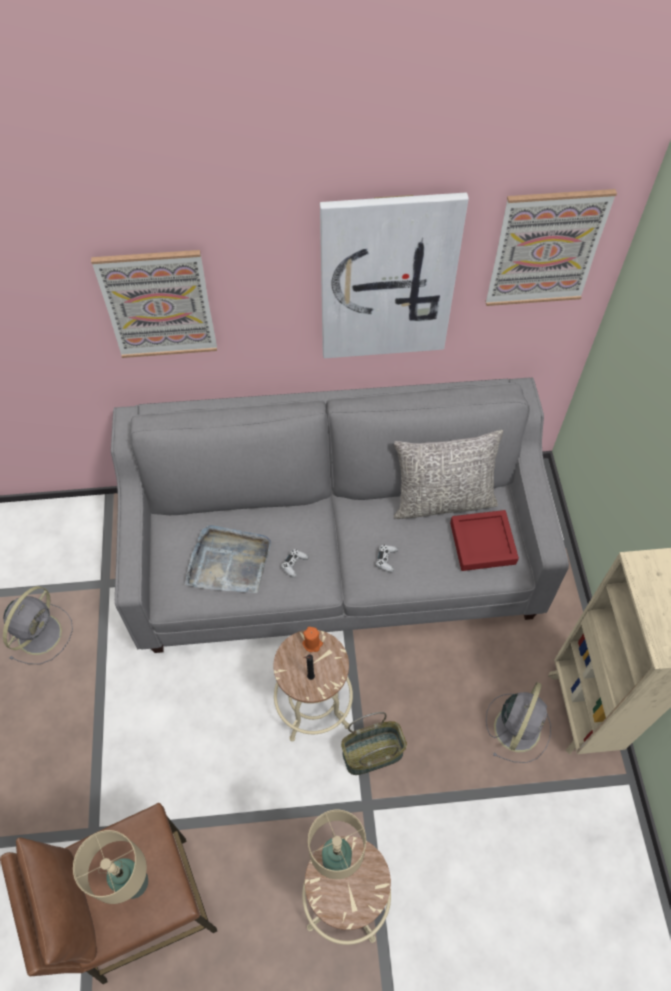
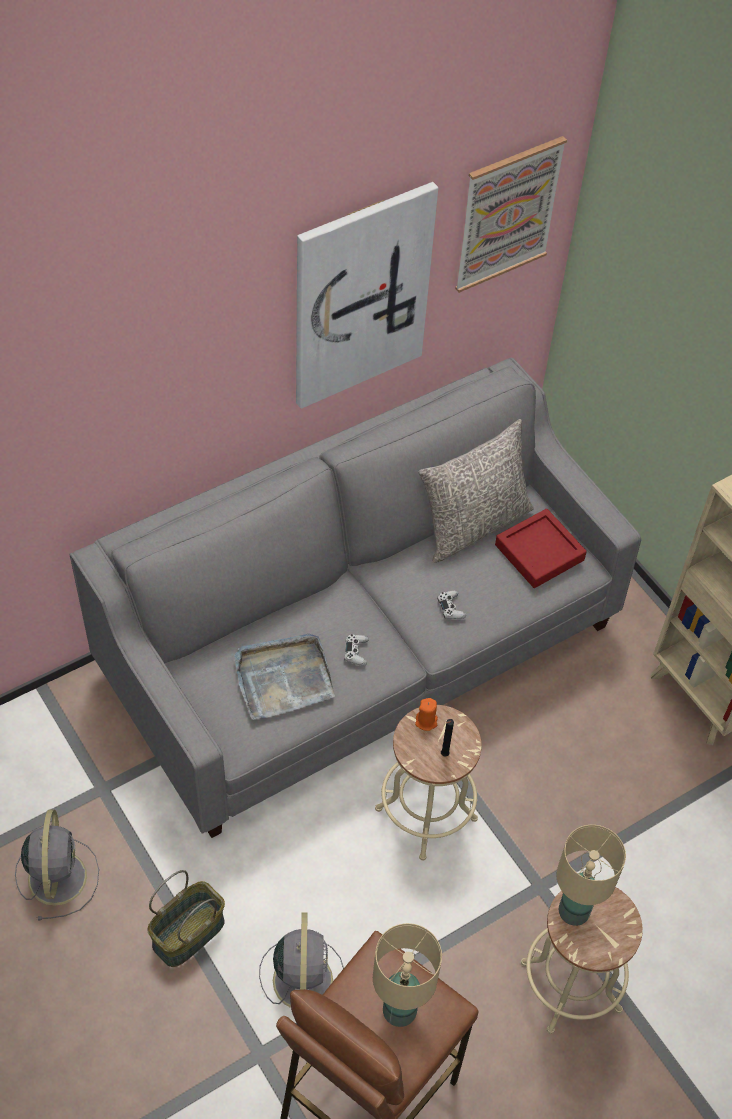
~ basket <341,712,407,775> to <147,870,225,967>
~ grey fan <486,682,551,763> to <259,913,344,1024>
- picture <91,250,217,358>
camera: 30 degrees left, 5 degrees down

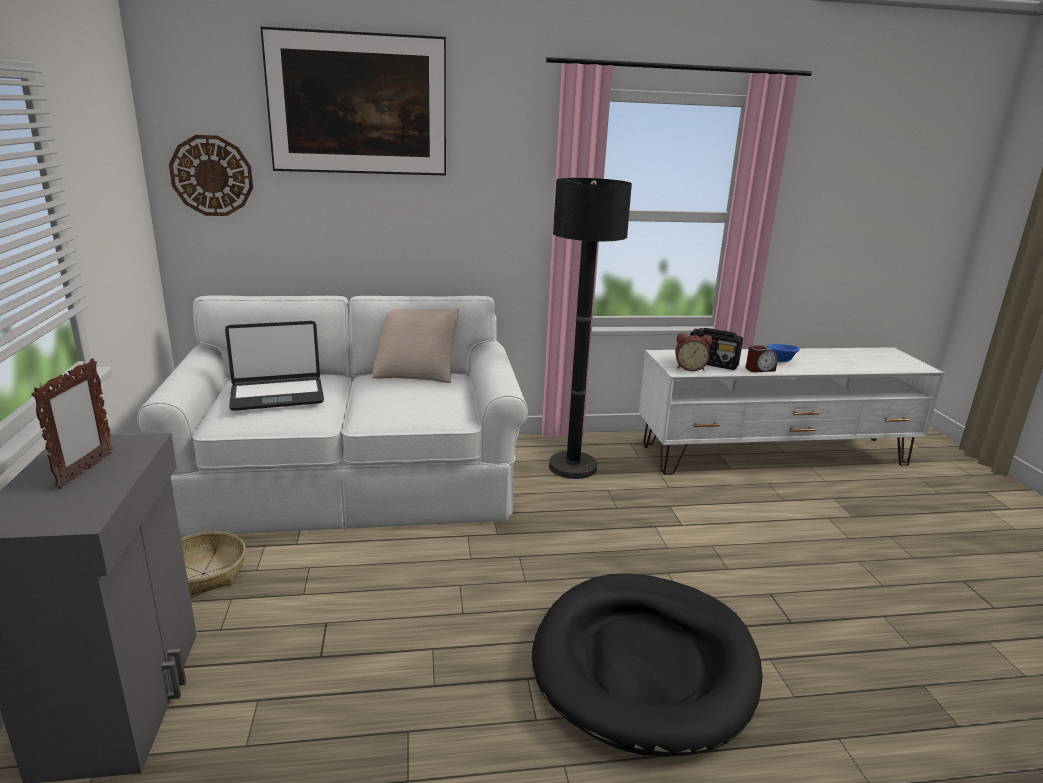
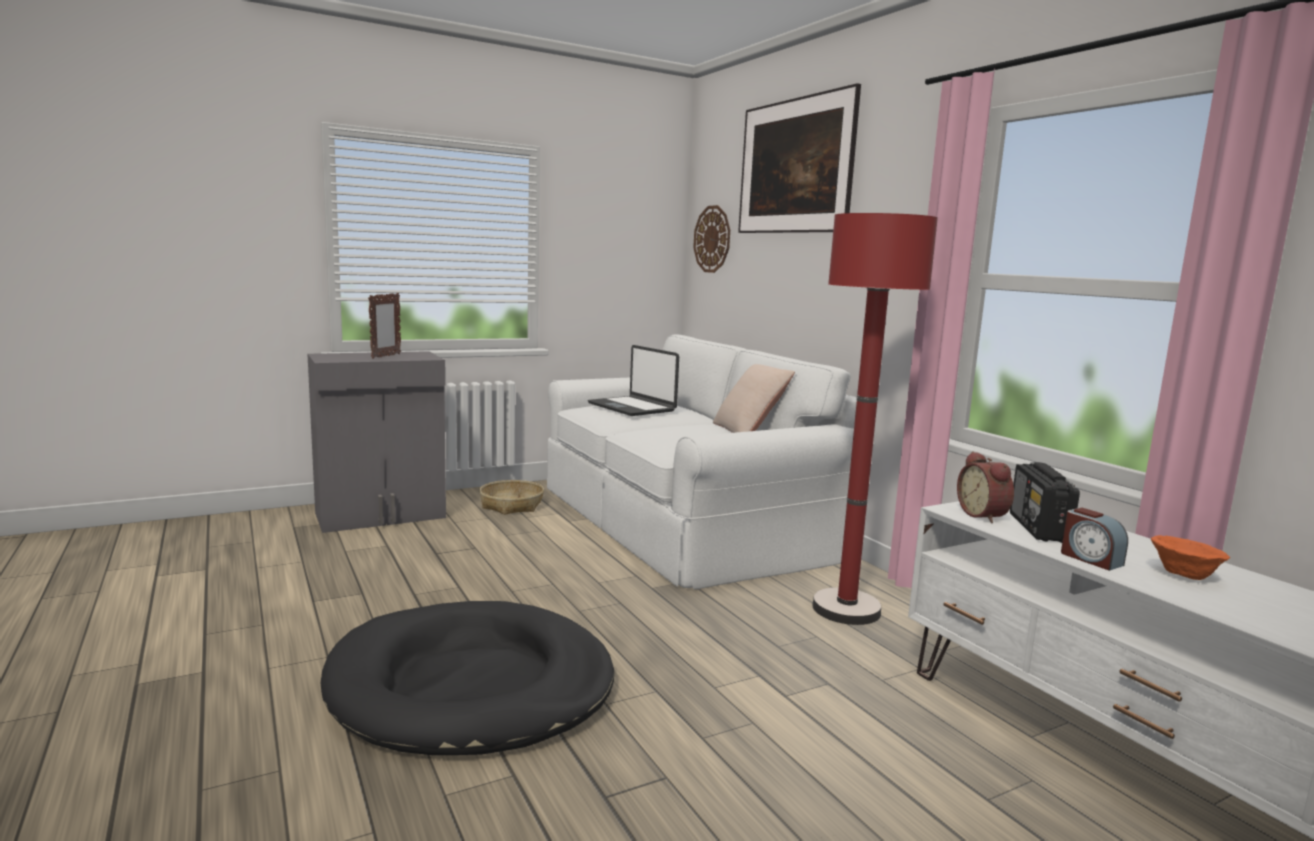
~ picture frame <31,358,113,489> = <368,293,401,359> 60 degrees counterclockwise
~ black floor lamp <549,178,632,479> to red floor lamp <812,213,938,625>
~ blue bowl <766,344,800,362> to orange bowl <1151,535,1230,580>
camera: 70 degrees right, 10 degrees down

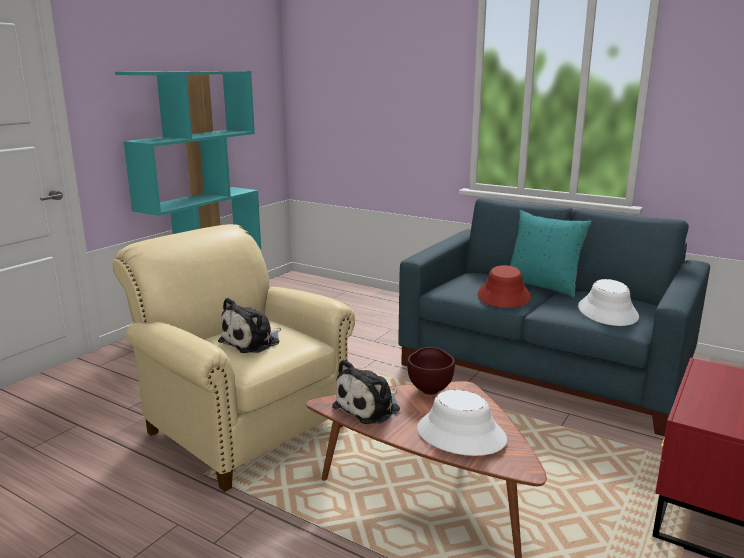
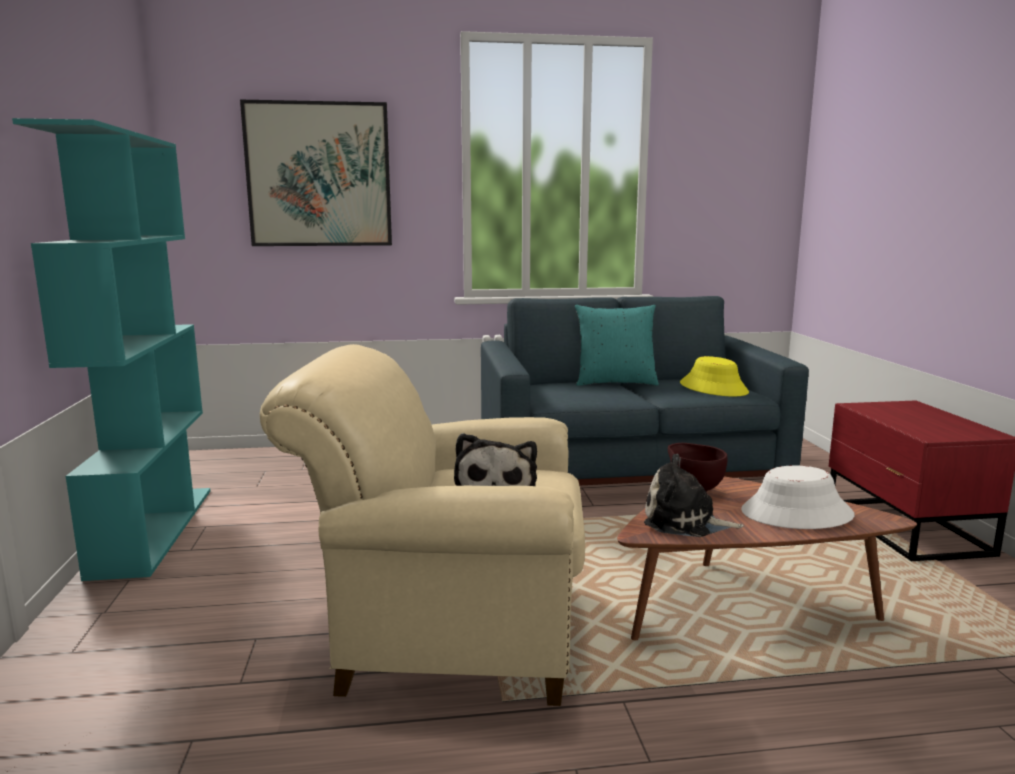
+ picture <240,100,392,246>
~ plush toy <332,359,400,424> = <644,454,744,537> 105 degrees clockwise
~ white hat <578,279,639,326> to yellow hat <680,356,749,396>
- red hat <478,265,531,308>
camera: 40 degrees left, 5 degrees down

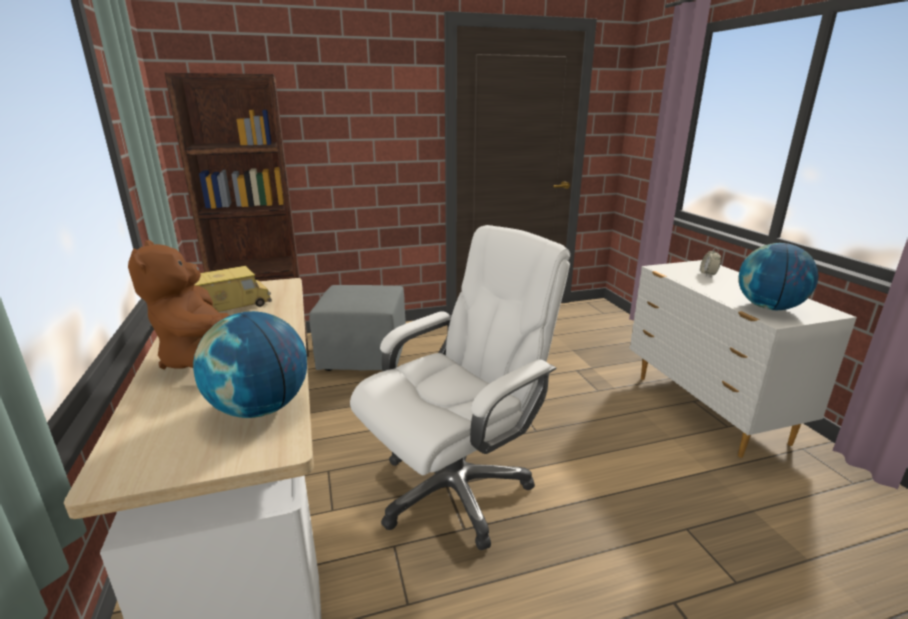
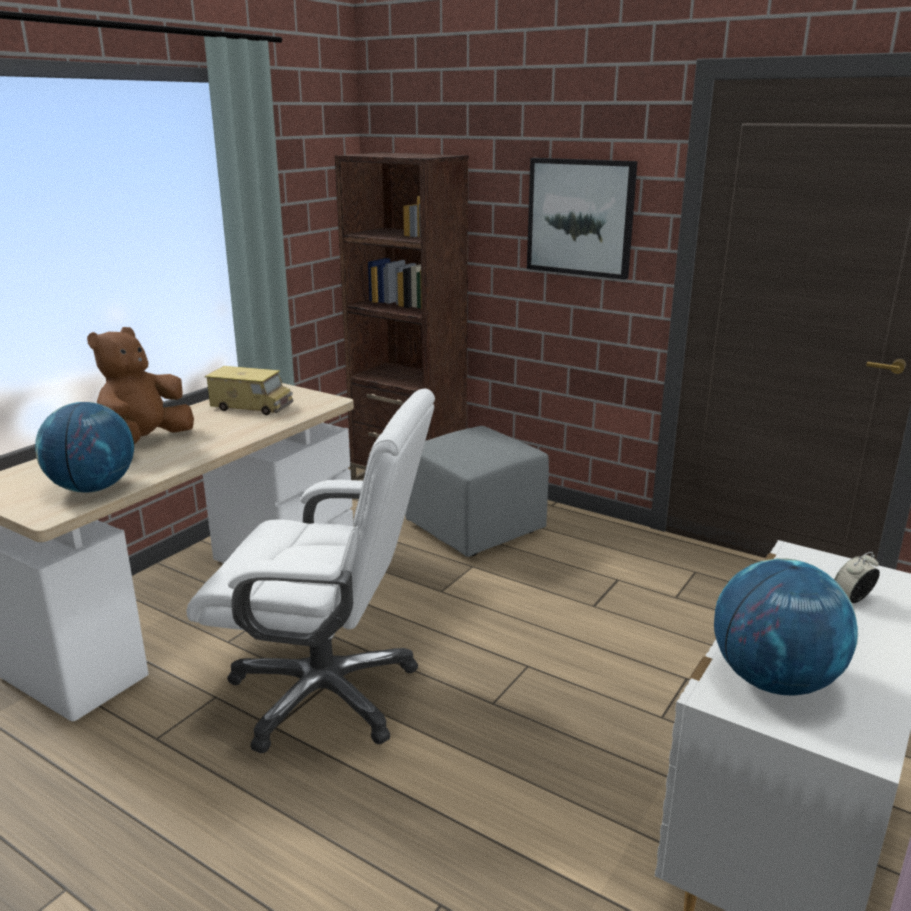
+ picture <527,158,637,280>
camera: 50 degrees right, 0 degrees up

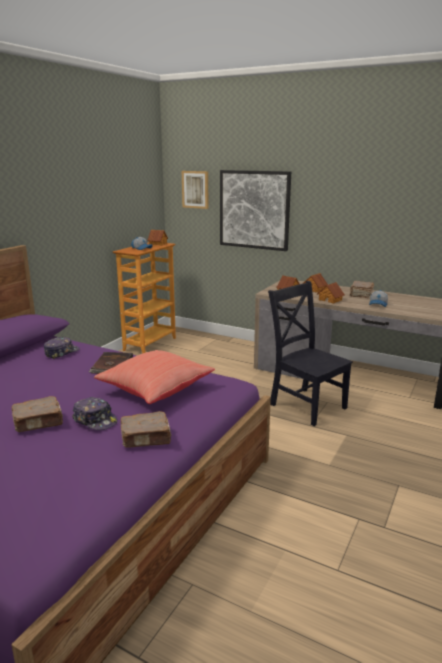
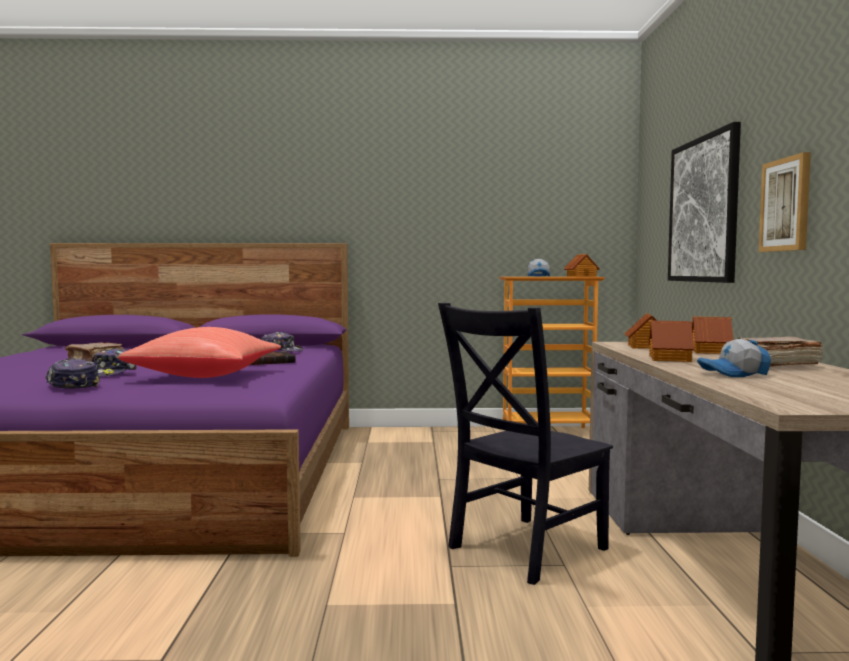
~ brown book <121,411,171,448> to cap <45,358,100,389>
~ black chair <268,281,353,426> = <438,303,613,585> 150 degrees counterclockwise
~ picture <182,171,209,209> to <759,152,811,252>
camera: 60 degrees right, 15 degrees down

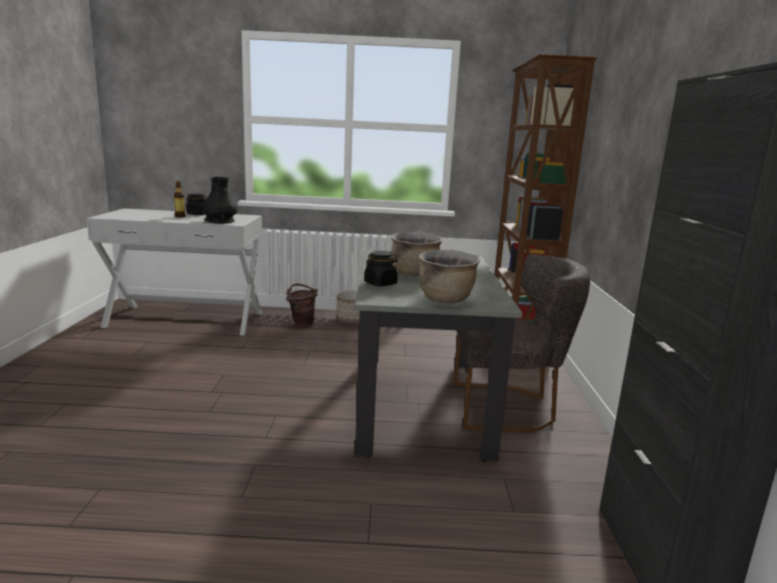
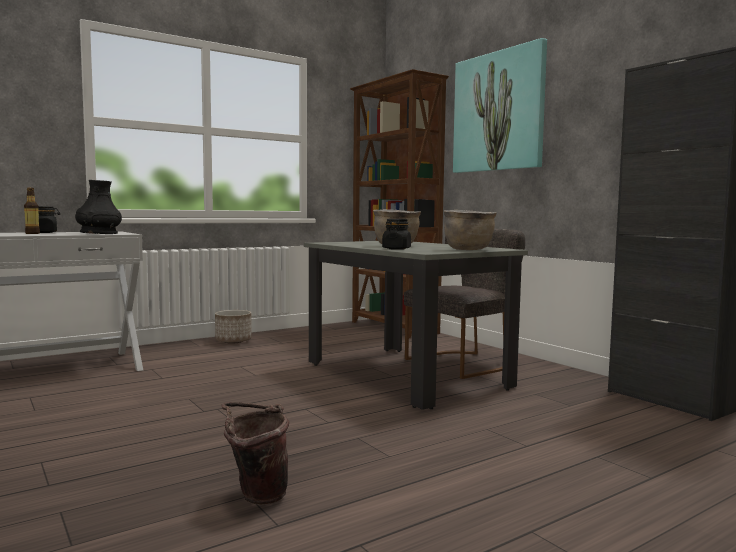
~ brown bucket <286,284,318,328> to <221,402,289,505>
+ picture <453,38,547,173>
camera: 35 degrees left, 10 degrees down

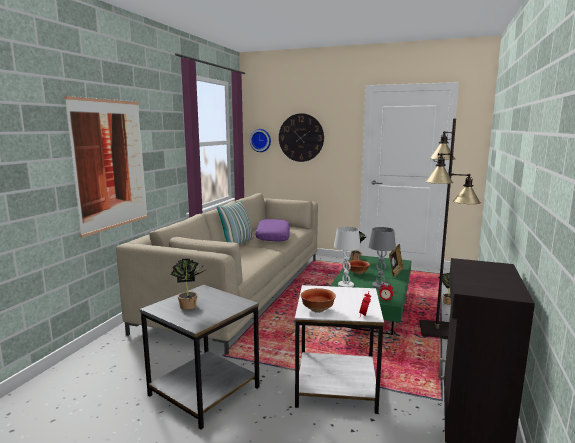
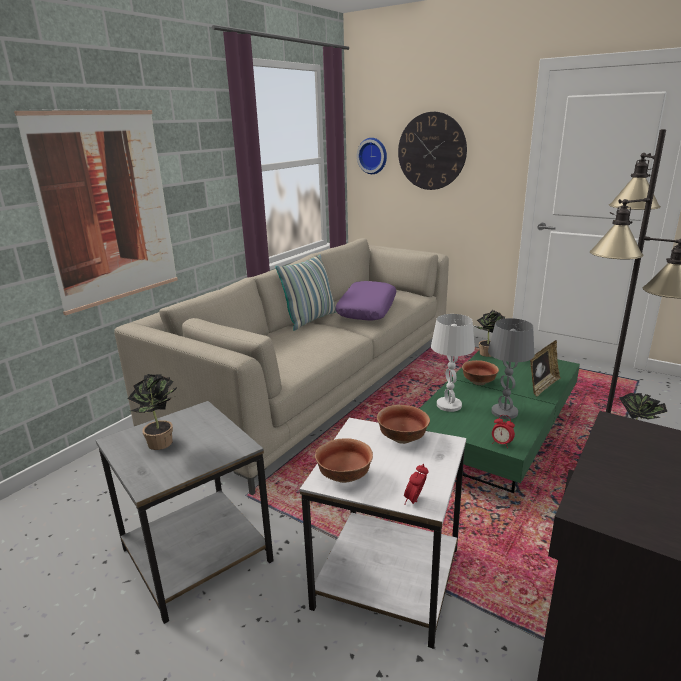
+ bowl <377,405,430,444>
camera: 15 degrees right, 10 degrees up

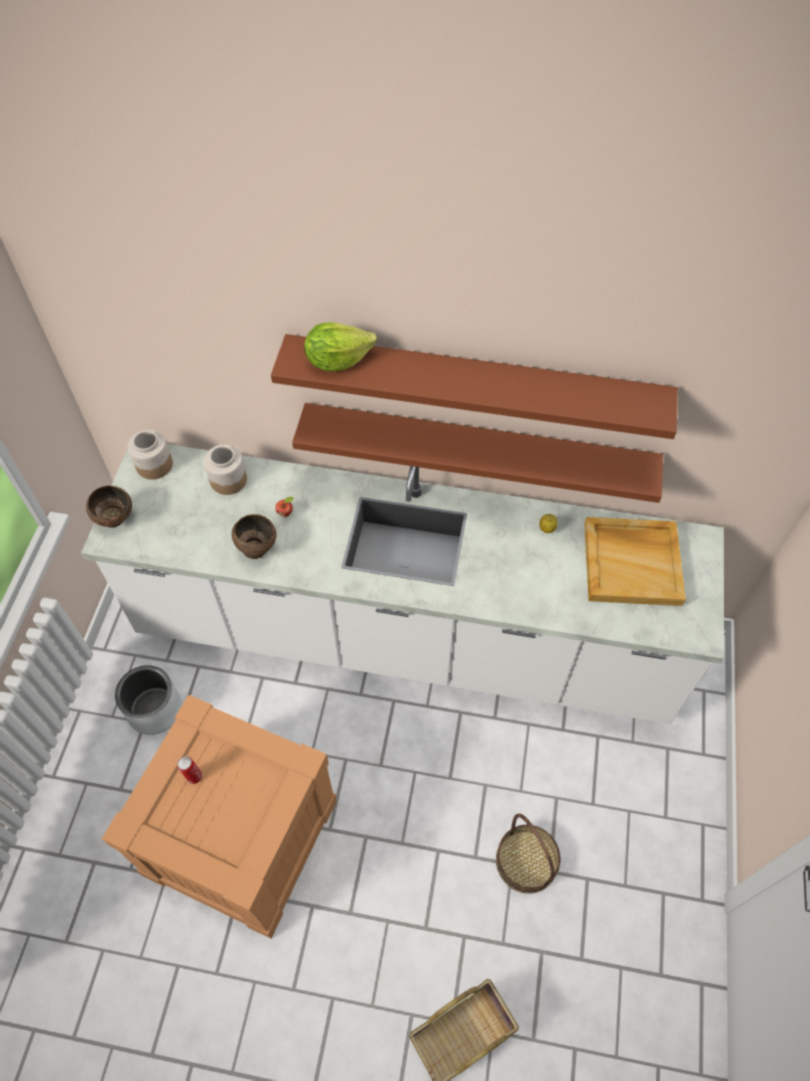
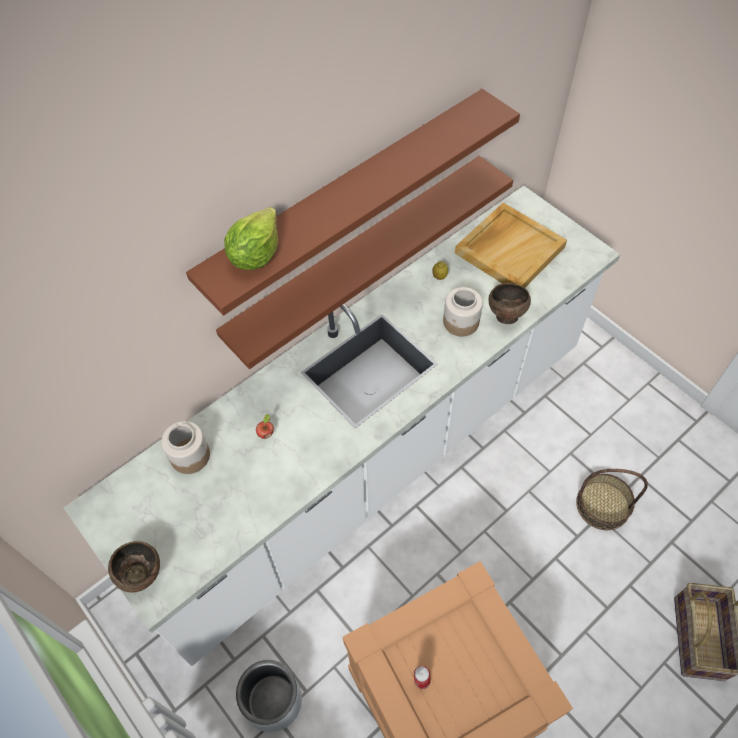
~ jar <128,429,173,480> to <443,287,483,336>
~ brown bowl <232,514,276,559> to <489,283,531,324>
camera: 50 degrees left, 0 degrees up

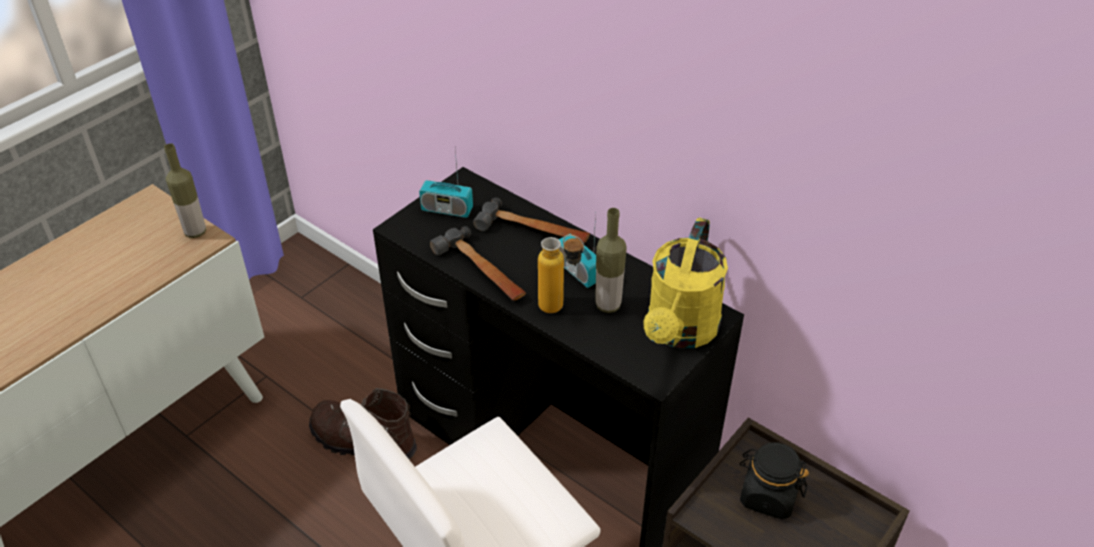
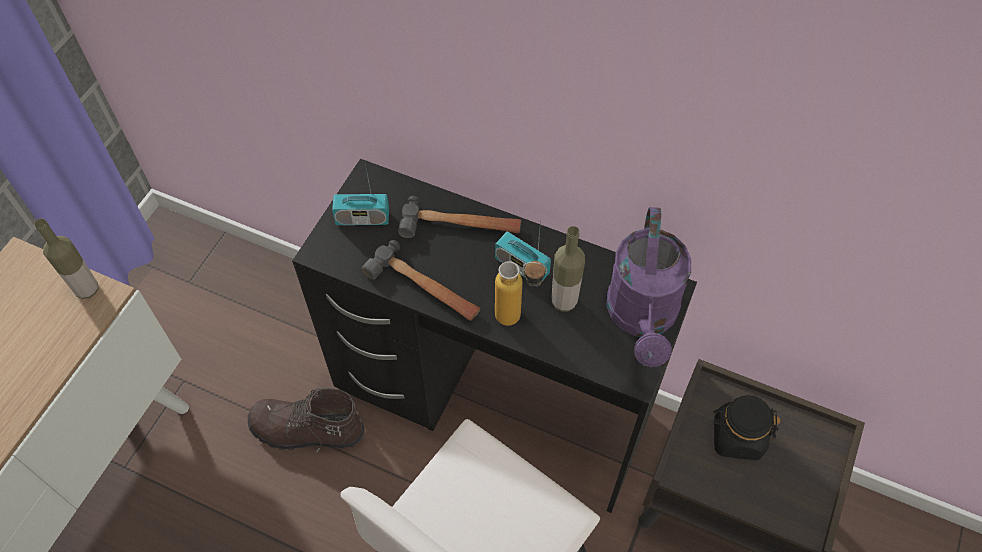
~ yellow watering can <644,218,728,349> to purple watering can <606,207,691,367>
camera: 15 degrees left, 15 degrees up

